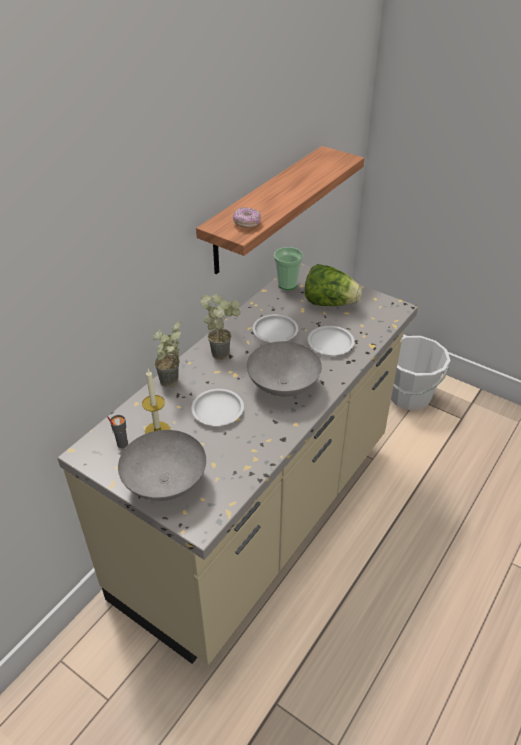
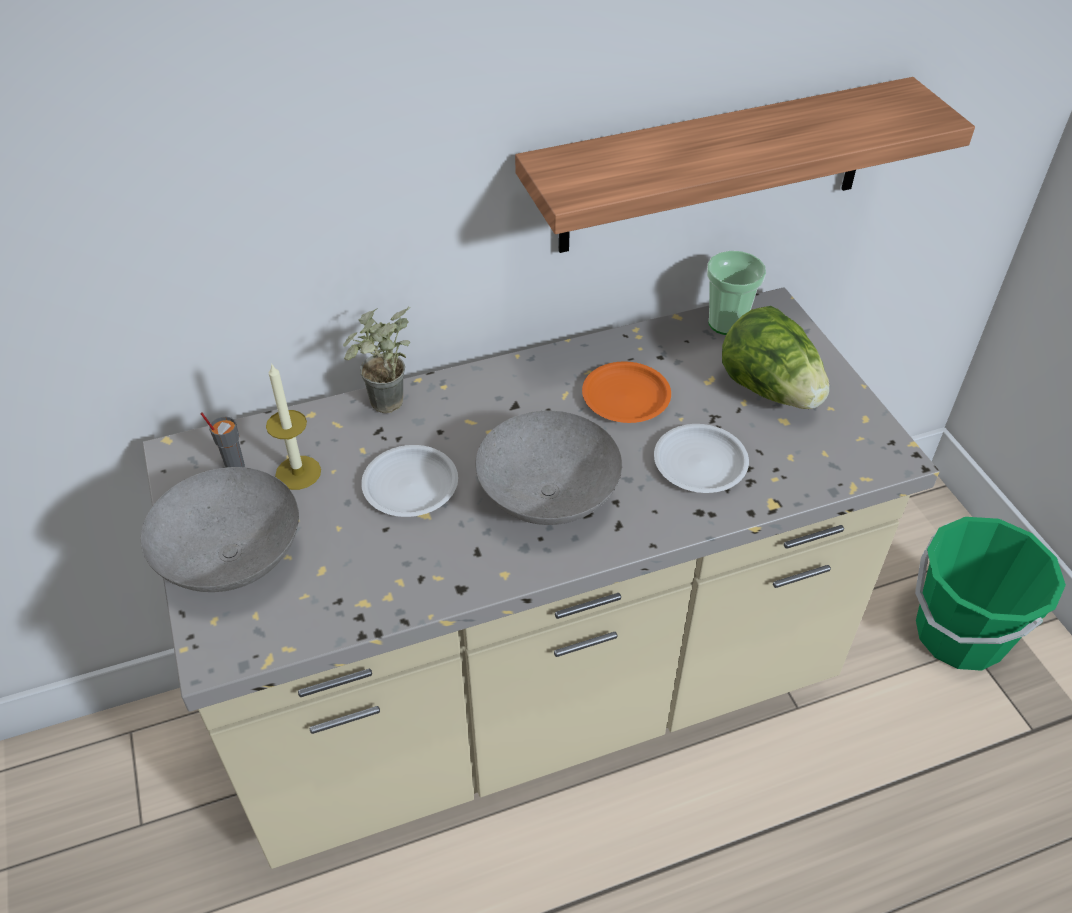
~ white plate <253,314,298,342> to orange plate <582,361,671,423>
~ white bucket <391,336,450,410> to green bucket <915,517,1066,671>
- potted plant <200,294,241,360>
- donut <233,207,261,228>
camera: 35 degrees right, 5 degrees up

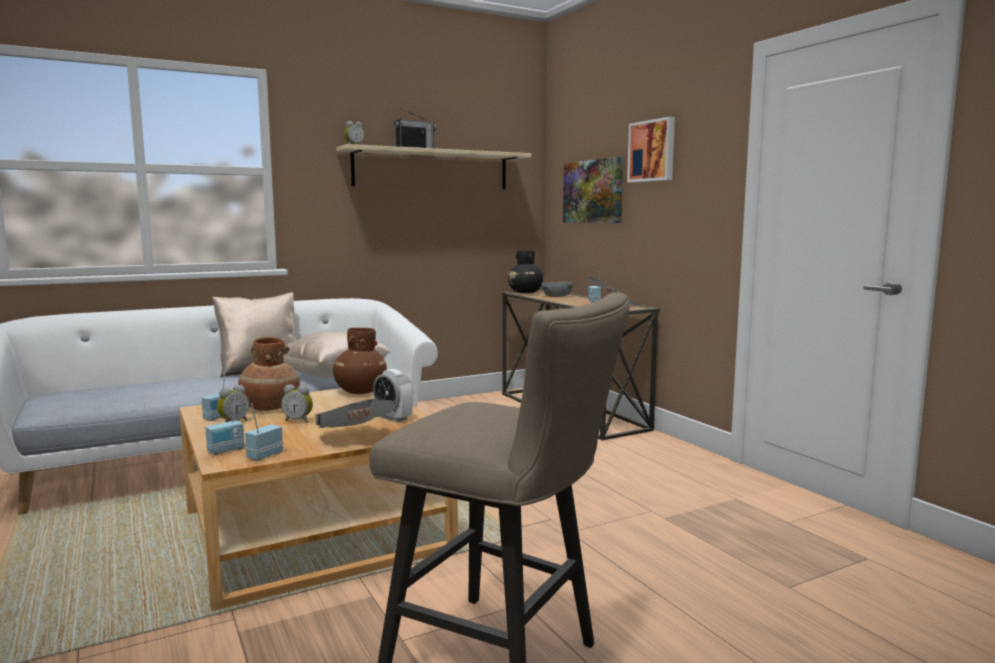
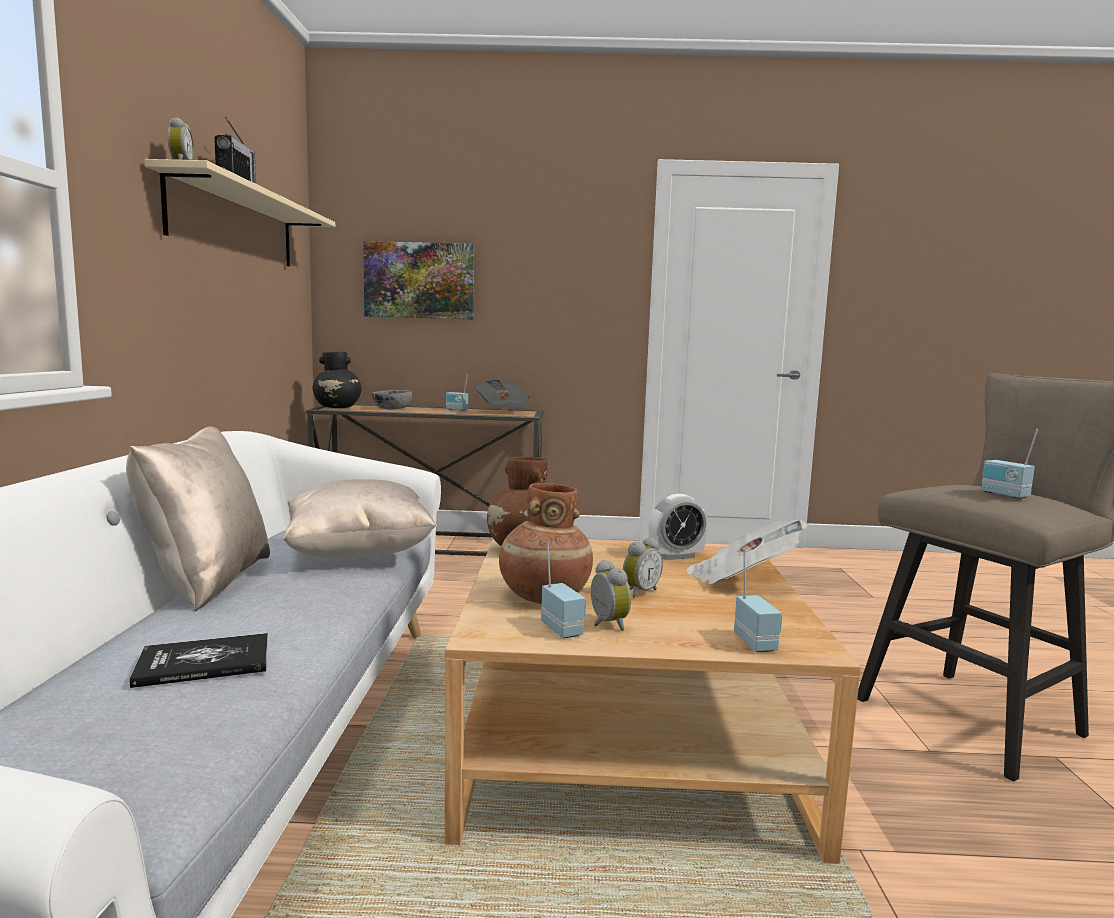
+ book <130,633,268,688>
~ radio <245,404,283,461> to <981,429,1039,499>
- picture <627,117,675,182>
camera: 60 degrees left, 0 degrees up

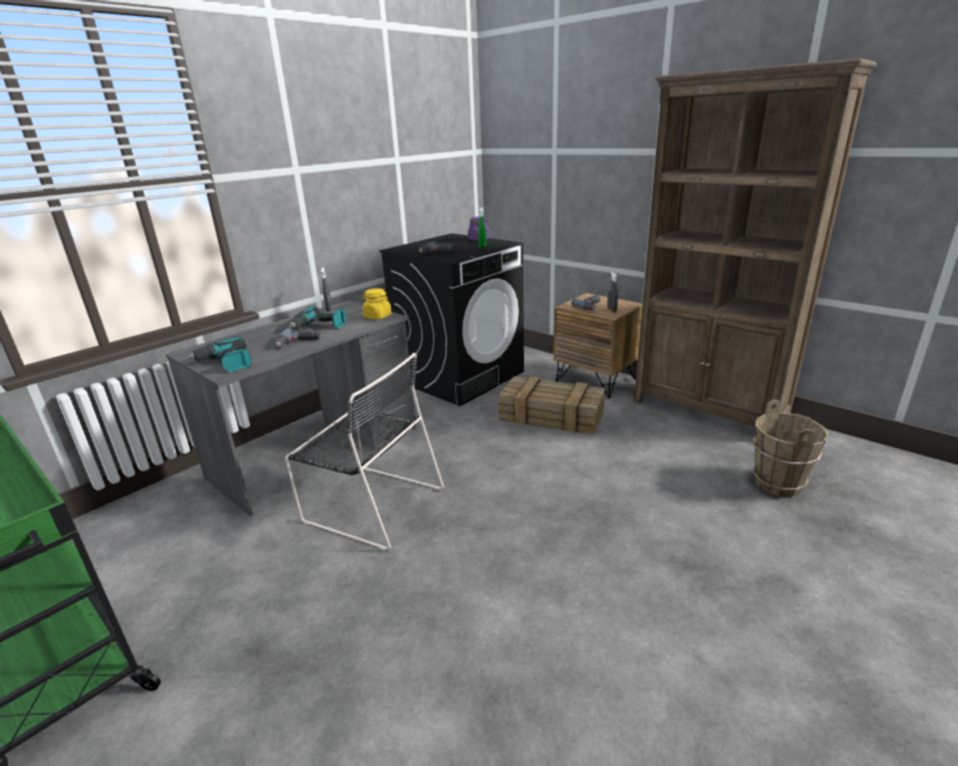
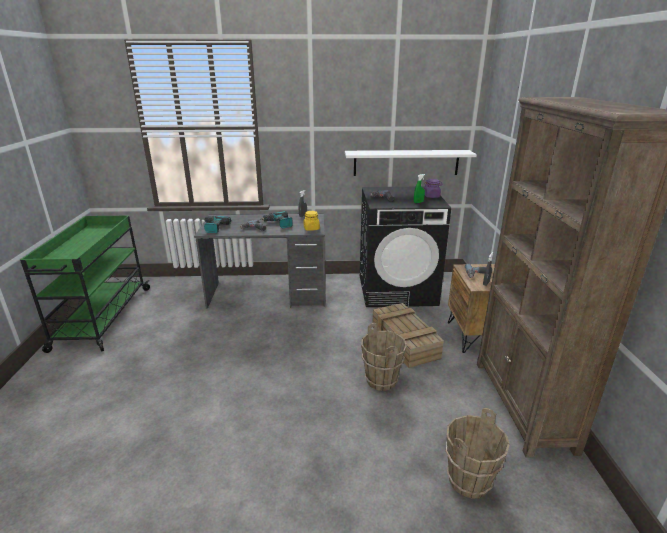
+ white shelf <345,150,477,176>
+ brown bucket <361,323,407,391>
- black chair <285,353,444,551>
camera: 45 degrees right, 0 degrees up

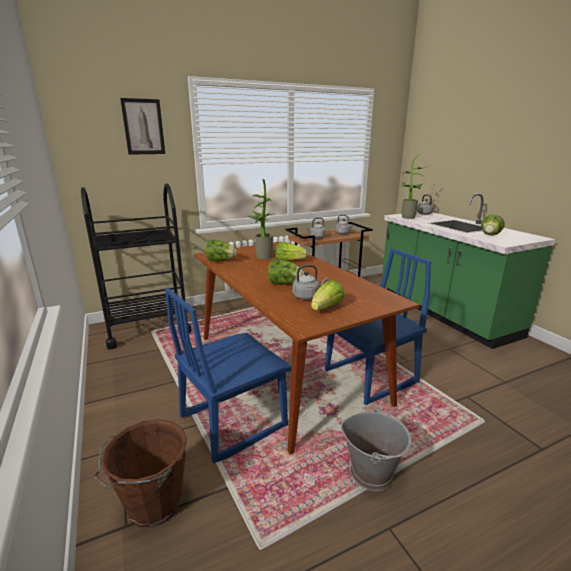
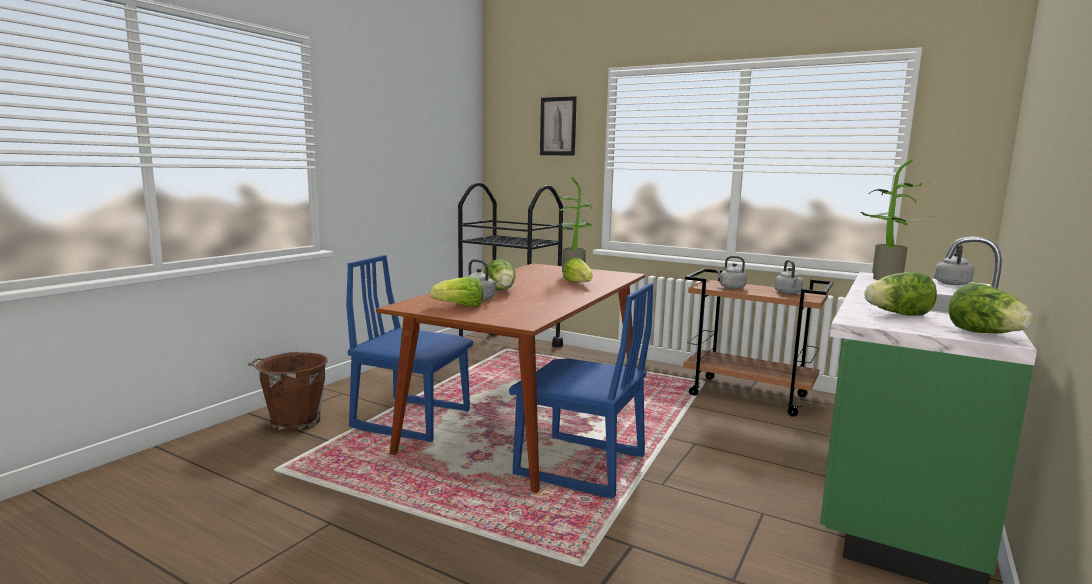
~ lettuce <205,240,237,262> to <948,283,1033,333>
- grey bucket <341,407,412,491>
camera: 55 degrees right, 10 degrees down

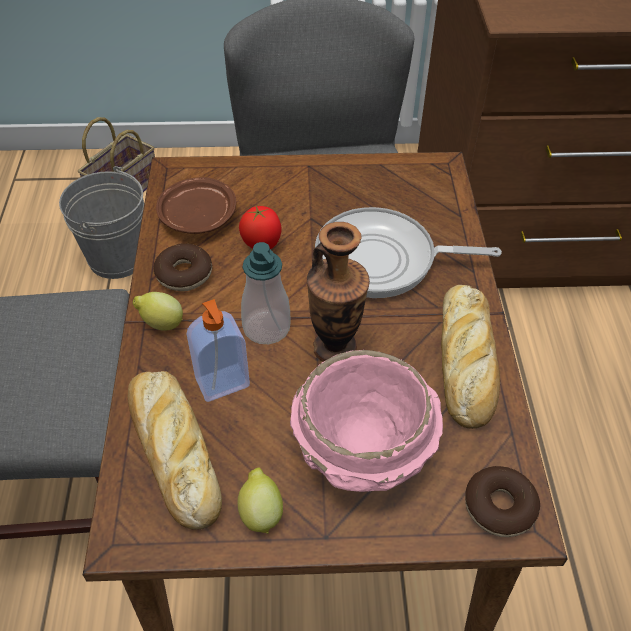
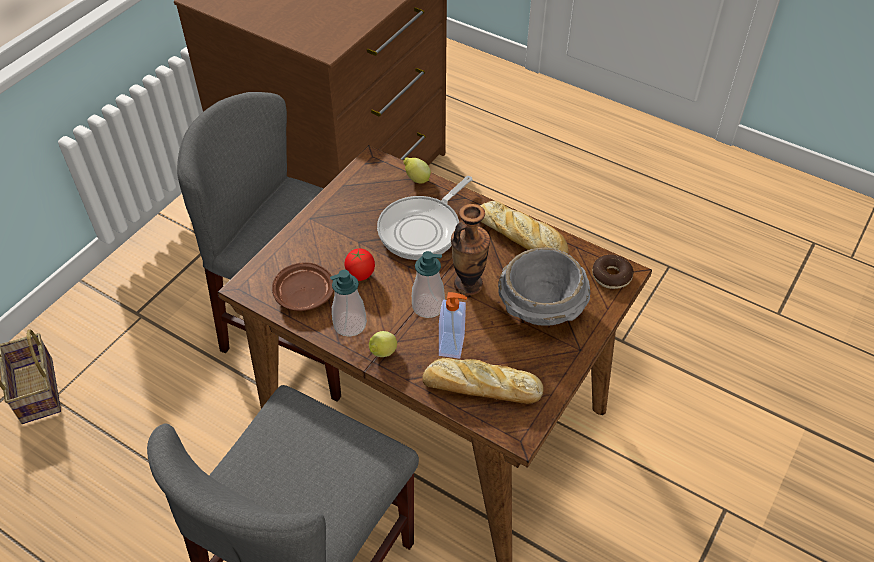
~ donut <154,244,212,291> to soap dispenser <330,270,367,337>
~ lemon <238,467,283,534> to <404,157,431,183>
~ pink bowl <290,350,443,492> to grey bowl <498,247,590,326>
- grey bucket <59,166,144,279>
camera: 55 degrees left, 0 degrees up

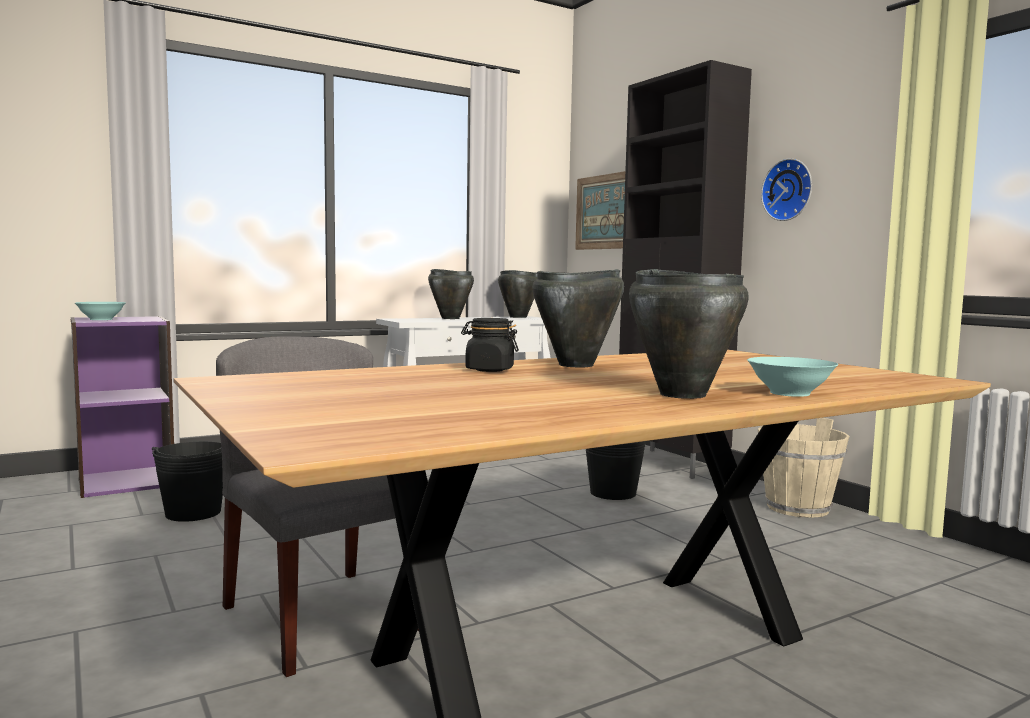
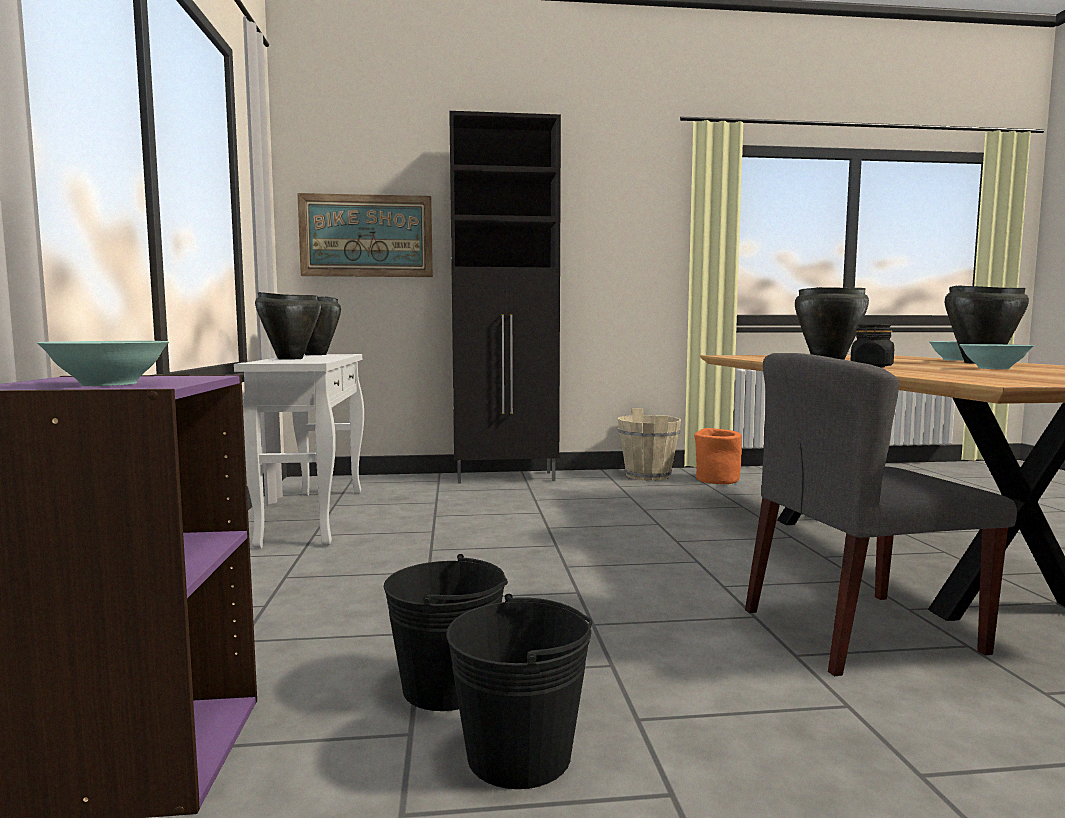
~ black bucket <586,441,646,500> to <446,594,592,789>
+ orange planter <694,428,742,484>
+ turquoise bowl <960,344,1034,369>
- wall clock <761,158,812,221>
camera: 65 degrees left, 0 degrees up

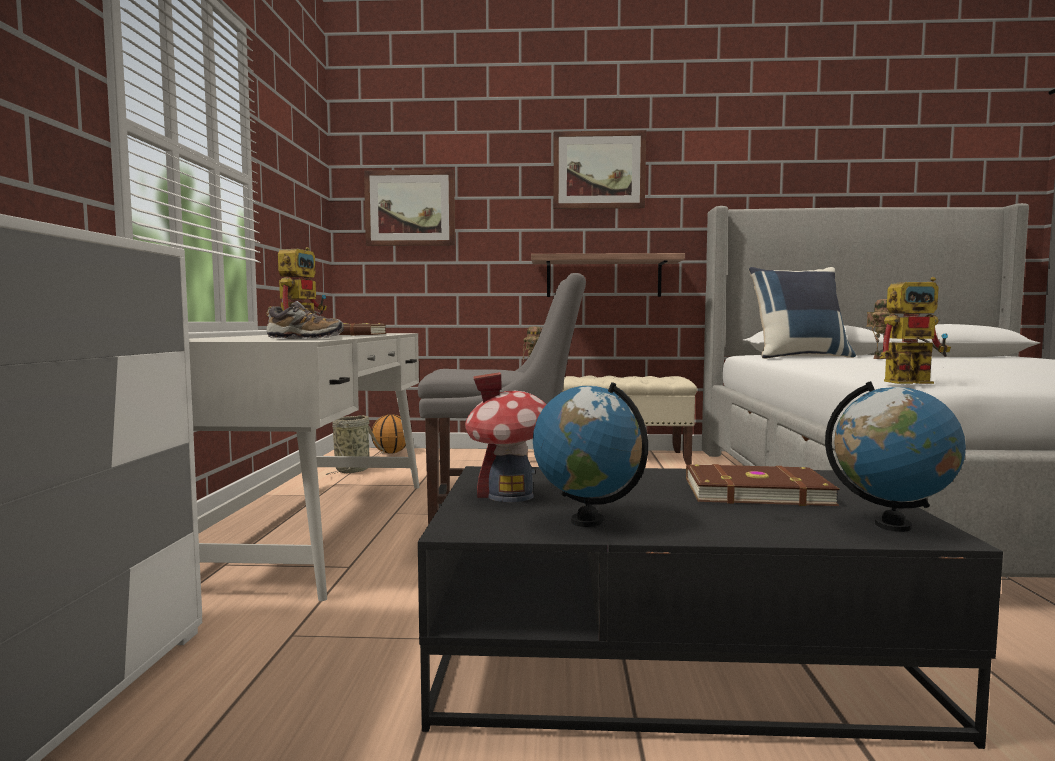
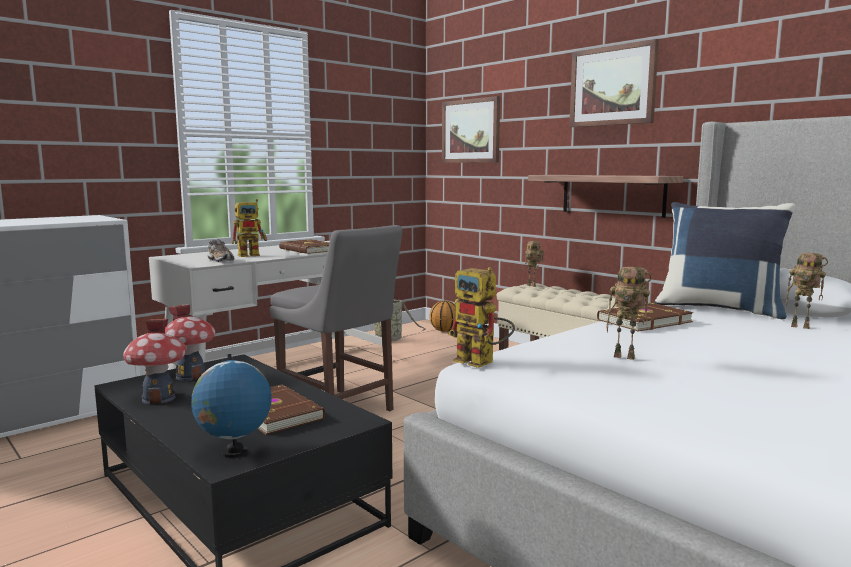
~ globe <533,382,648,527> to toy house <123,319,187,404>
+ brown book <597,303,694,332>
+ toy robot <606,266,652,360>
camera: 45 degrees right, 5 degrees up

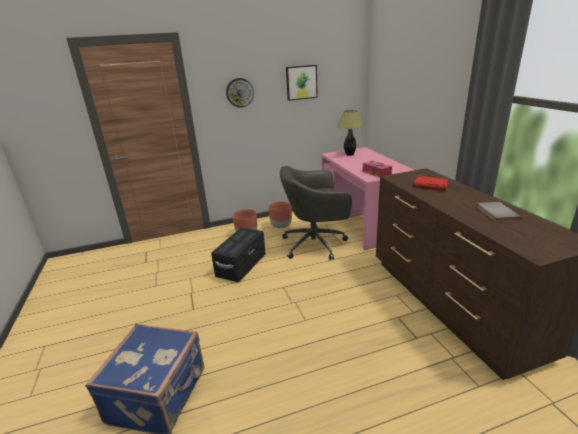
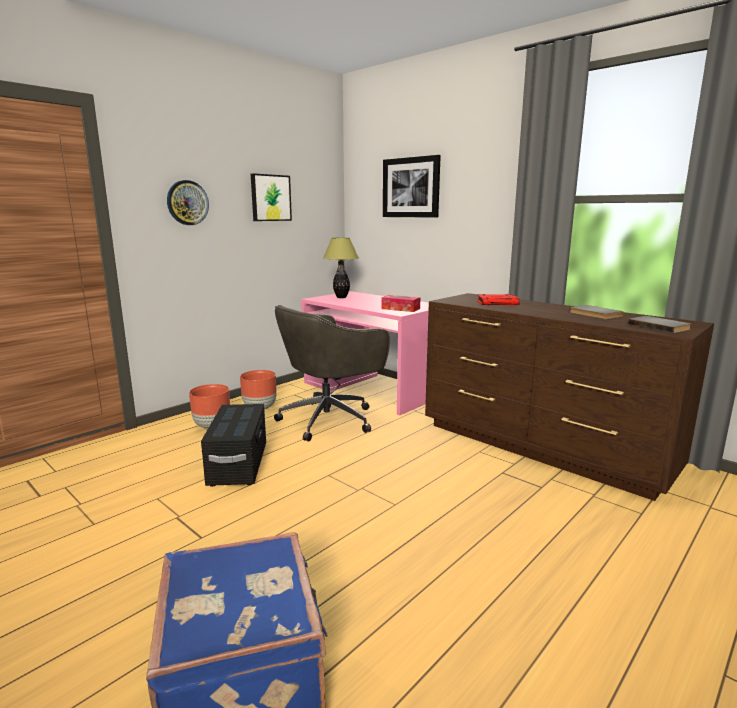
+ picture <383,155,441,218>
+ grey book <628,316,691,333>
camera: 30 degrees left, 10 degrees down

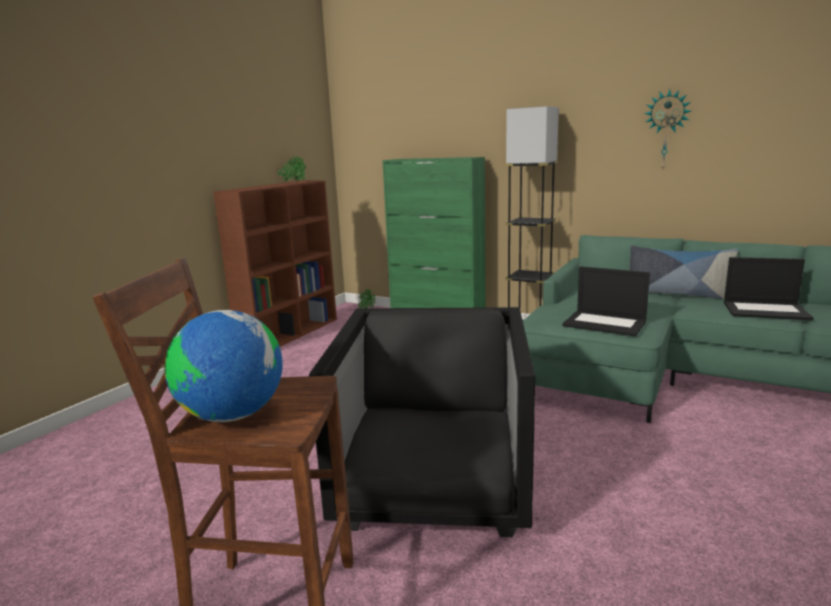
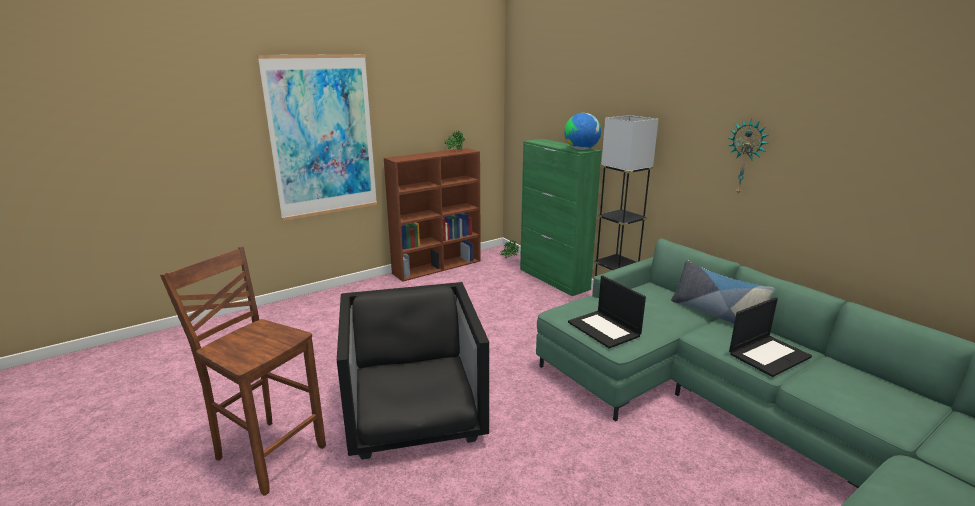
+ picture <257,54,378,221>
~ black armchair <309,307,535,537> = <337,282,489,460> 45 degrees counterclockwise
~ globe <164,310,283,422> to <564,113,601,150>
~ laptop <724,257,813,320> = <729,297,812,377> 75 degrees counterclockwise
camera: 25 degrees right, 5 degrees up

